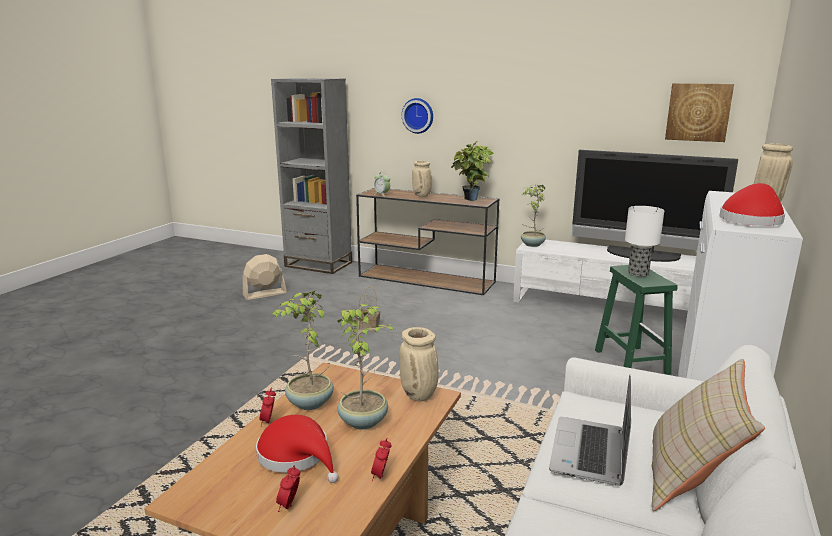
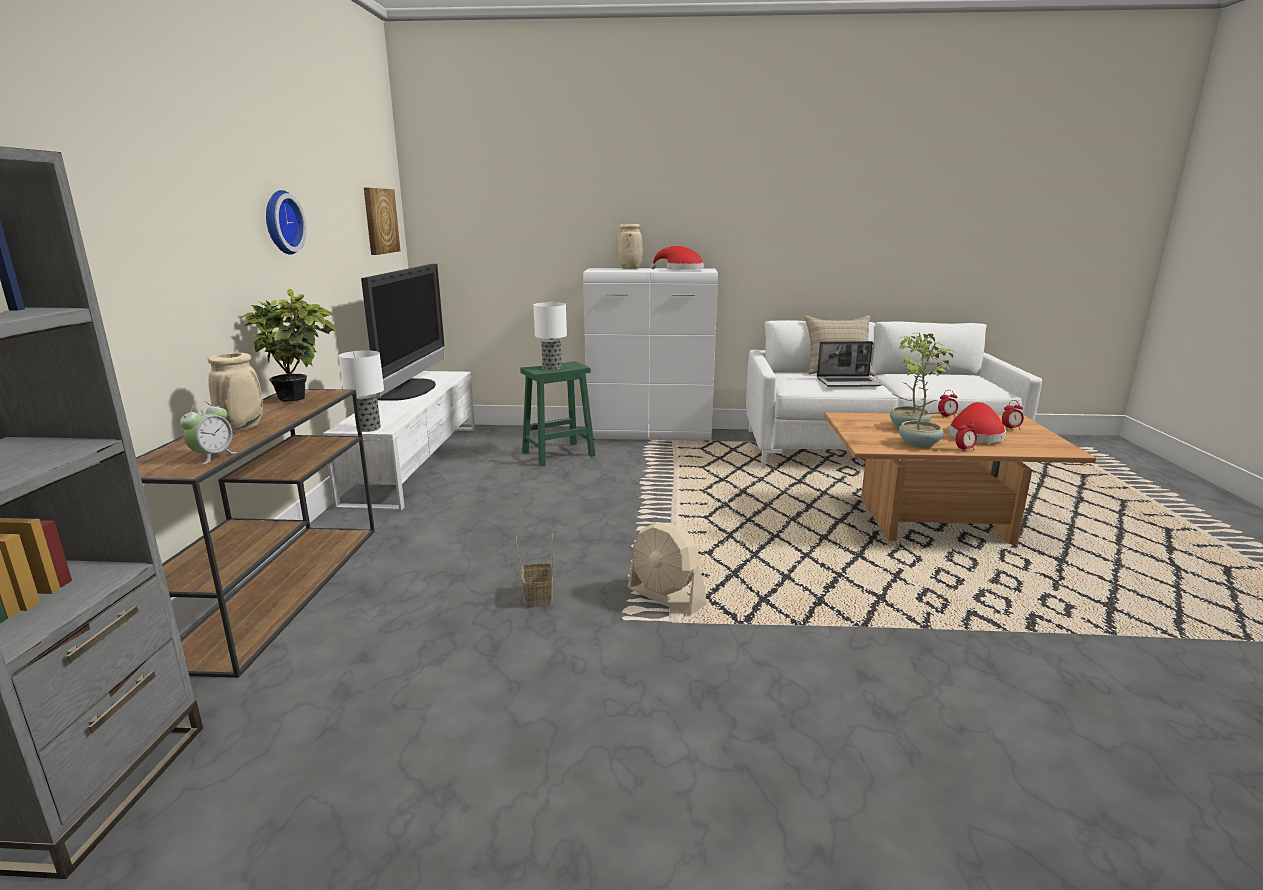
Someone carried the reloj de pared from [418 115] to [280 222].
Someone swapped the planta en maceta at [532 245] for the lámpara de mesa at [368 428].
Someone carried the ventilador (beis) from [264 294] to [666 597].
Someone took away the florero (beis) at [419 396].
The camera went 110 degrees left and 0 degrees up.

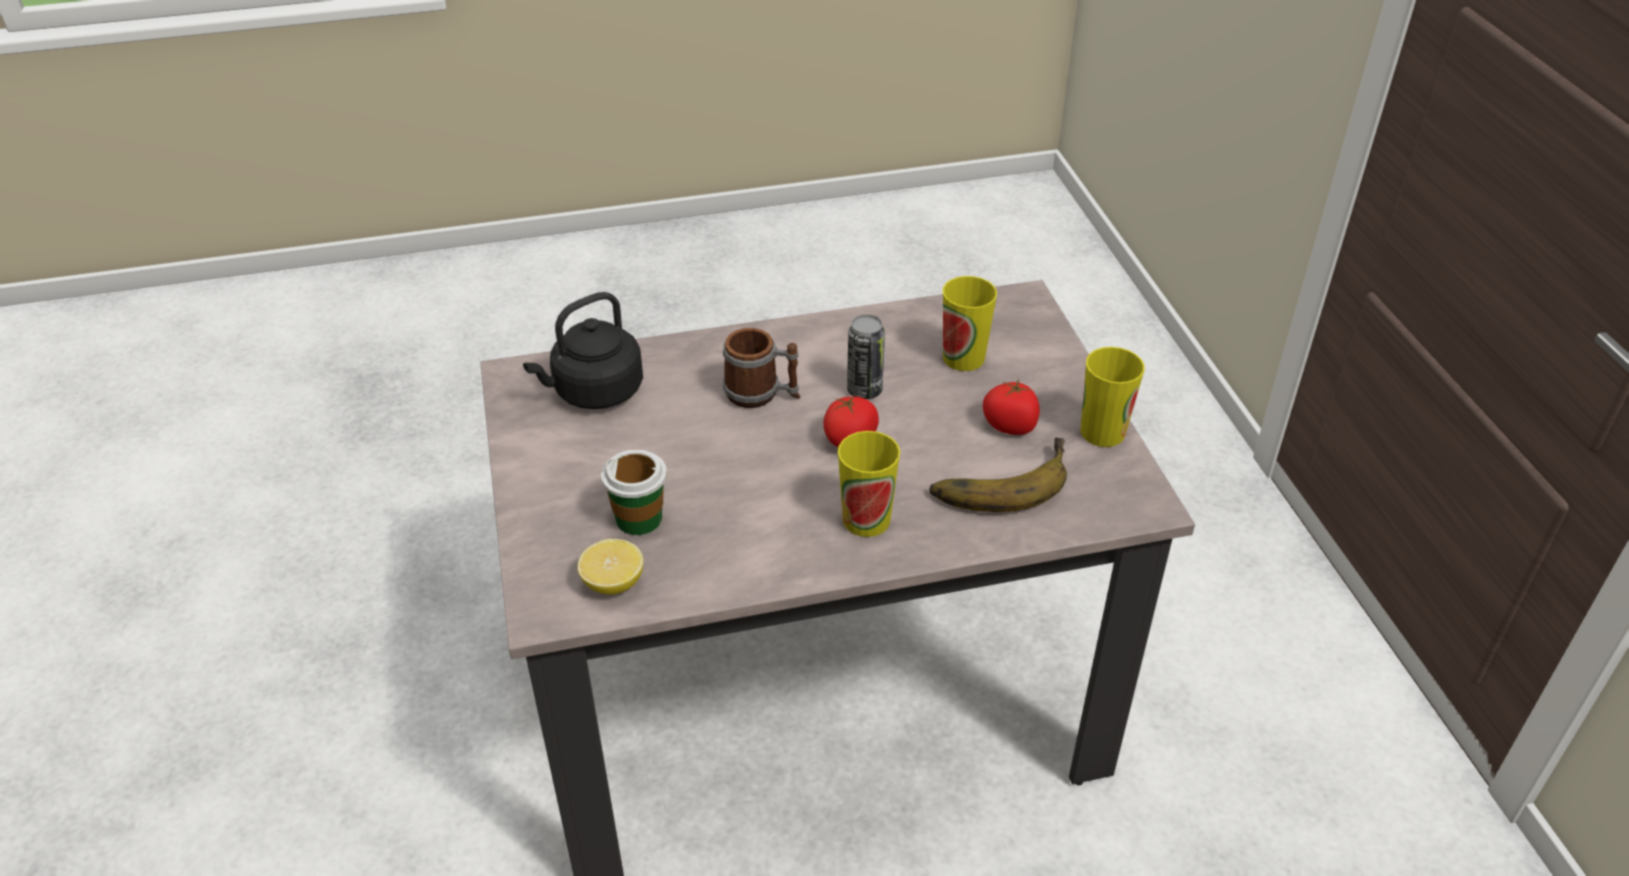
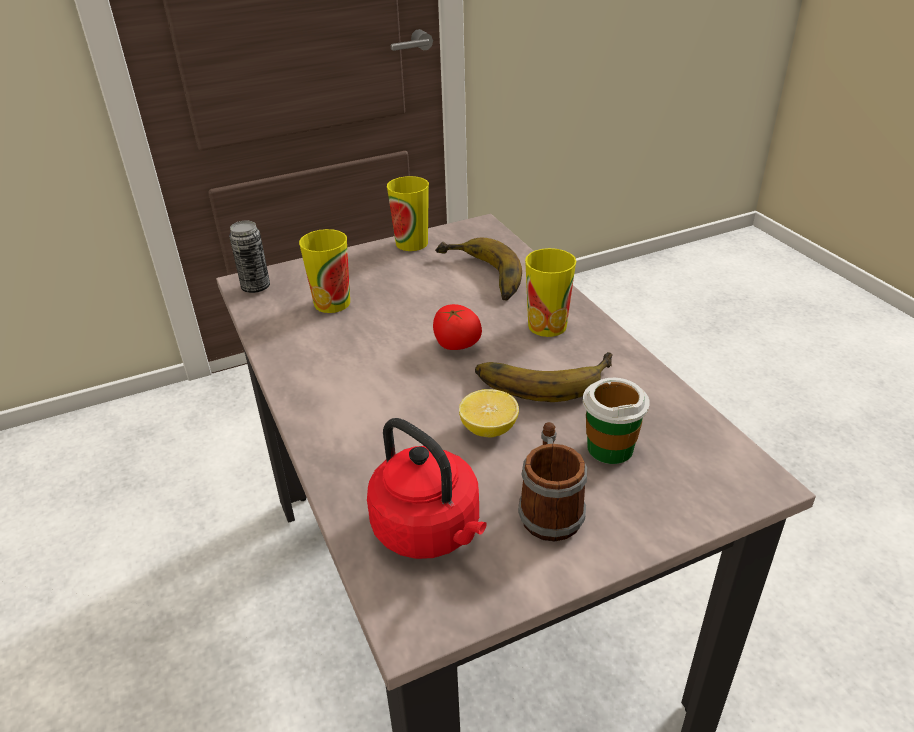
Someone carried the lata from [864 390] to [256 287].
Someone repainted the hervidor (negro) at [594 392], which became the hervidor (rojo) at [430 531].
Someone carried the limón from [613 583] to [489 429].
Someone put down the plátano at [542 375].
Someone carried the taza grande from [762 394] to [549 509].
Someone took away the tomate at [1010 425].
The camera went 100 degrees left and 5 degrees down.

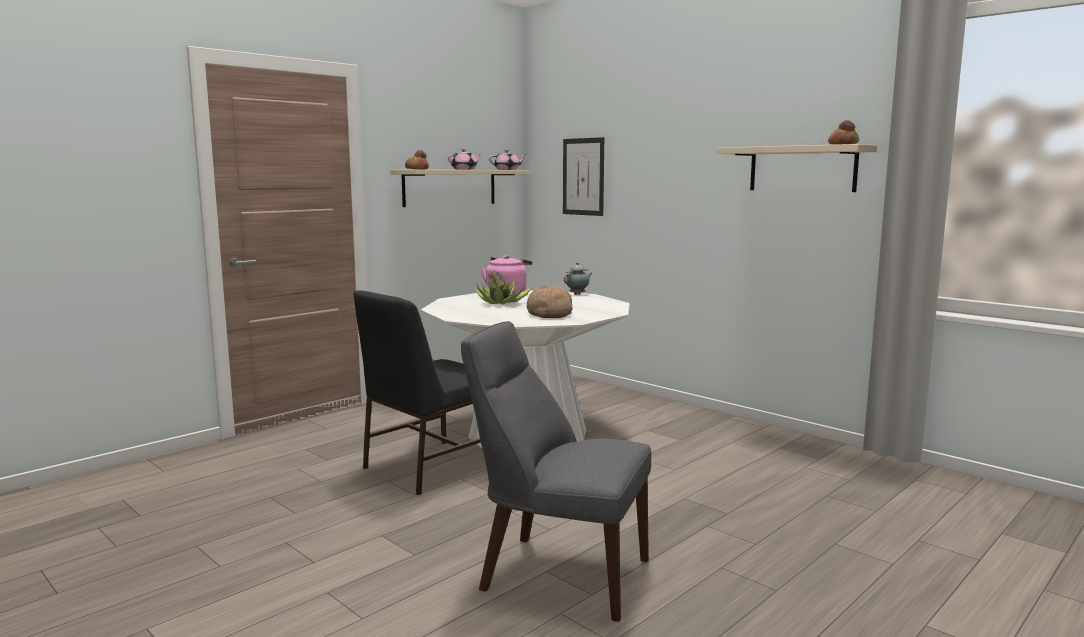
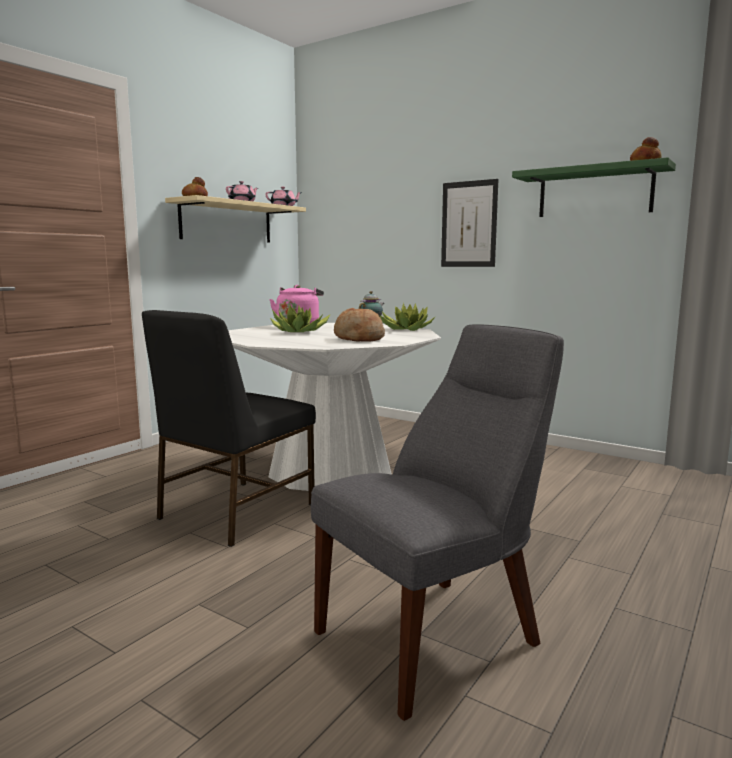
Someone rotated the silla (gris) at [558 573] by 135 degrees clockwise.
Someone put down the planta en maceta at [404 329].
Someone carried the cuadro from [583 176] to [469 224].
Someone repainted the estante (beis) at [802 169], which became the estante (verde) at [595 192].
The camera went 10 degrees left and 0 degrees up.

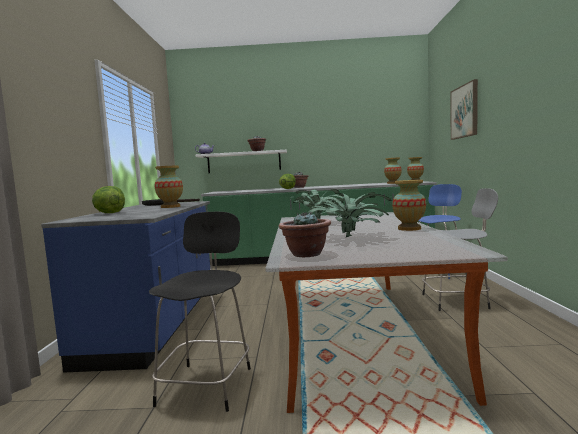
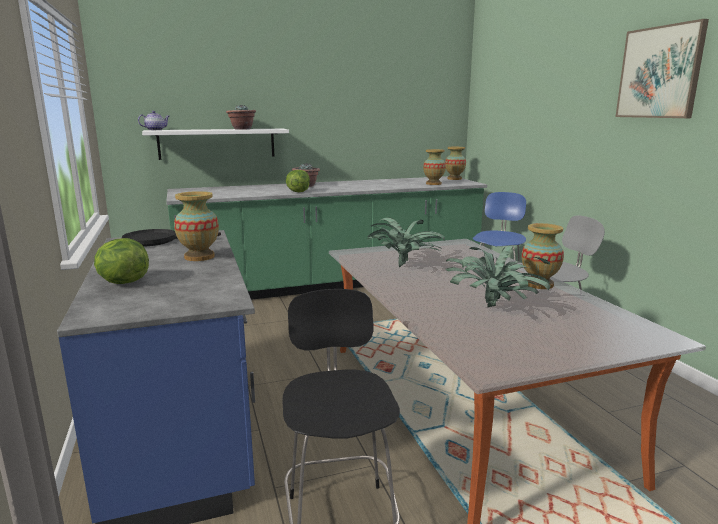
Someone carried the cuadro from [465 111] to [660 72].
Someone took away the planta en maceta at [306 254].
The camera went 20 degrees left and 10 degrees up.

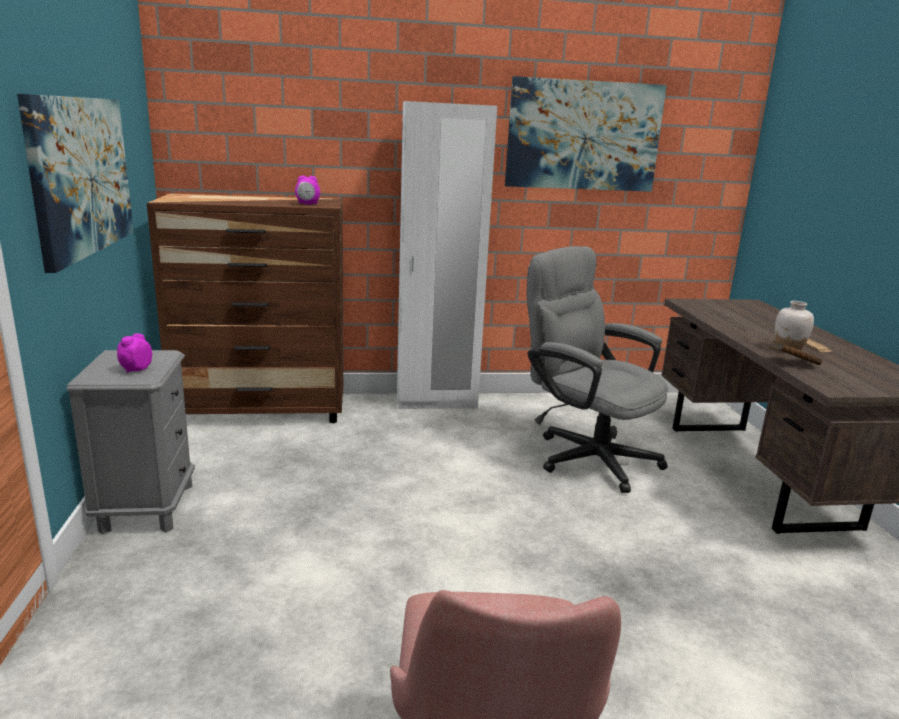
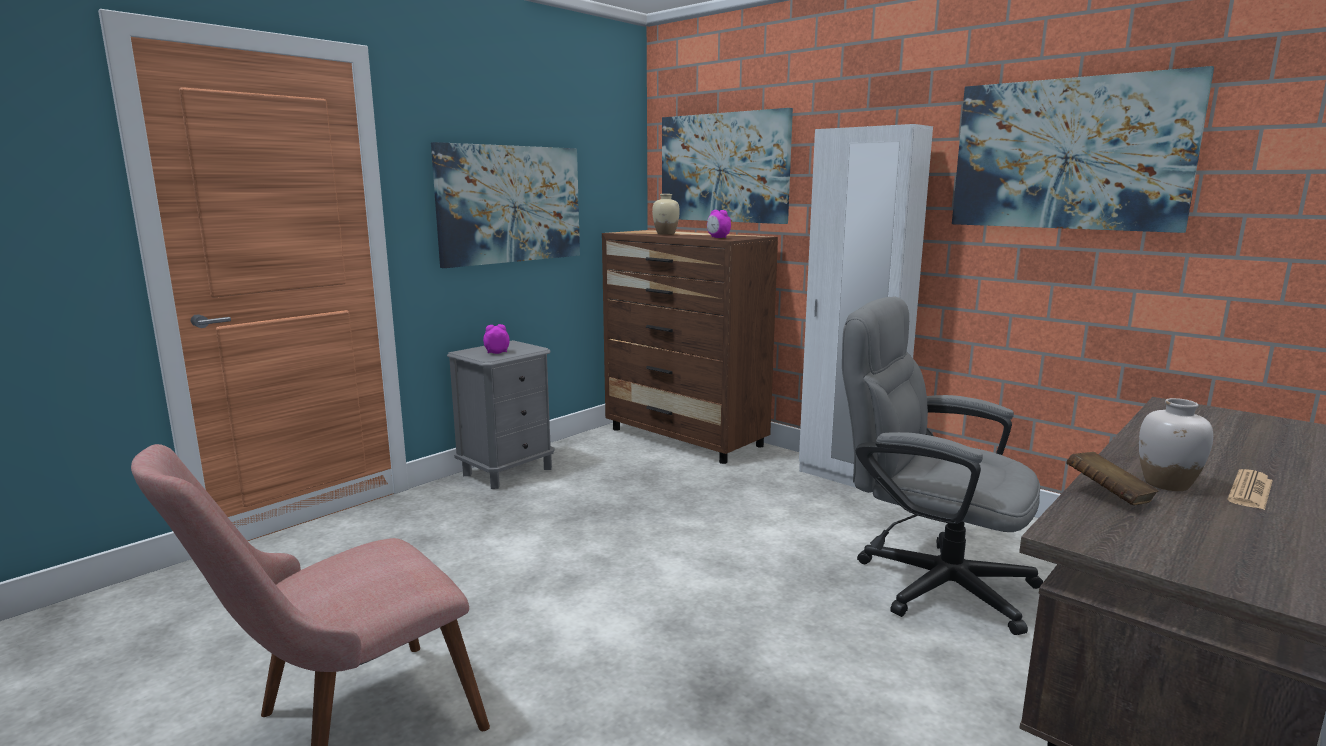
Someone put down the florero (beis) at [666 234].
Someone put up the cuadro at [723 168].
Someone rotated the silla de oficina (gris) at [586 455] by 60 degrees counterclockwise.
The camera went 50 degrees right and 5 degrees down.

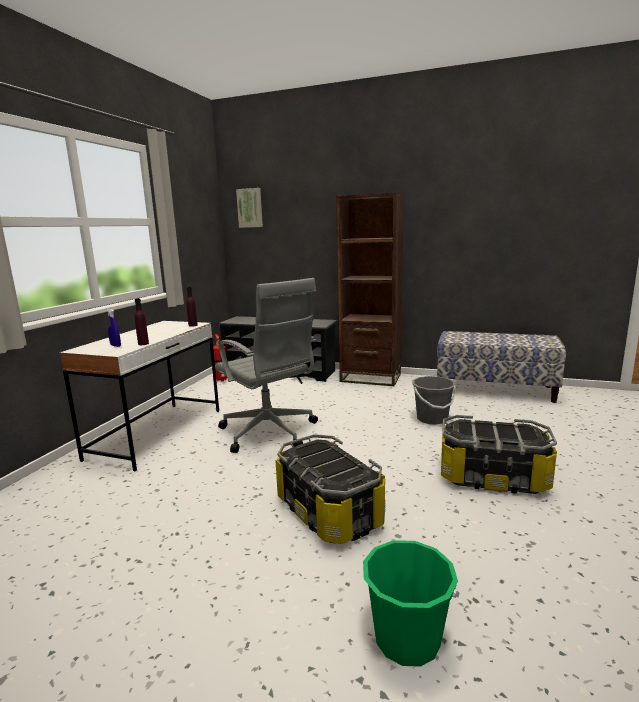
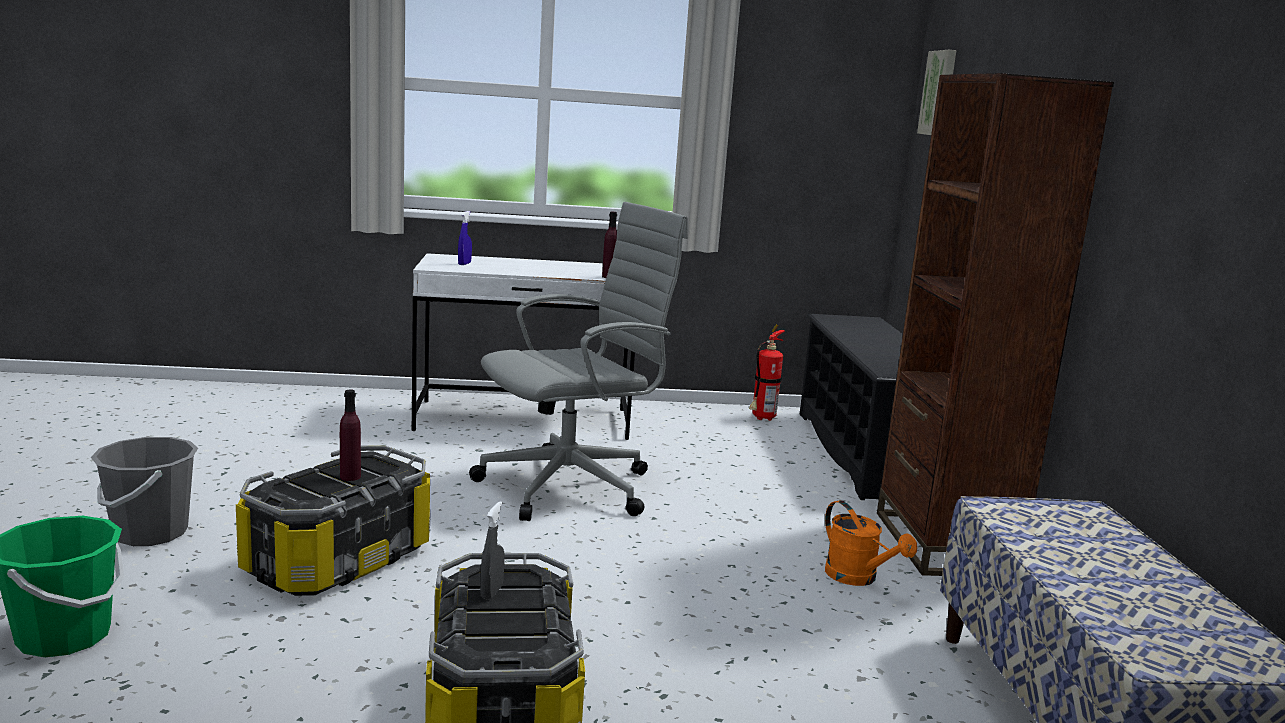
Someone carried the cubo (gris) from [432 419] to [150 533].
Someone carried the botella (morado) from [143 344] to [350 477].
Someone rotated the silla de oficina (gris) at [270 433] by 150 degrees counterclockwise.
Someone put down the pulverizador (gris) at [491 592].
Someone put down the regadera (naranja) at [858 578].
The camera went 65 degrees right and 0 degrees up.

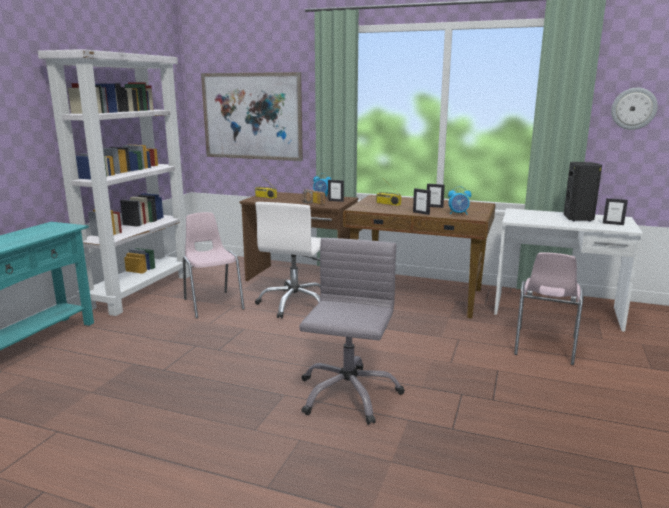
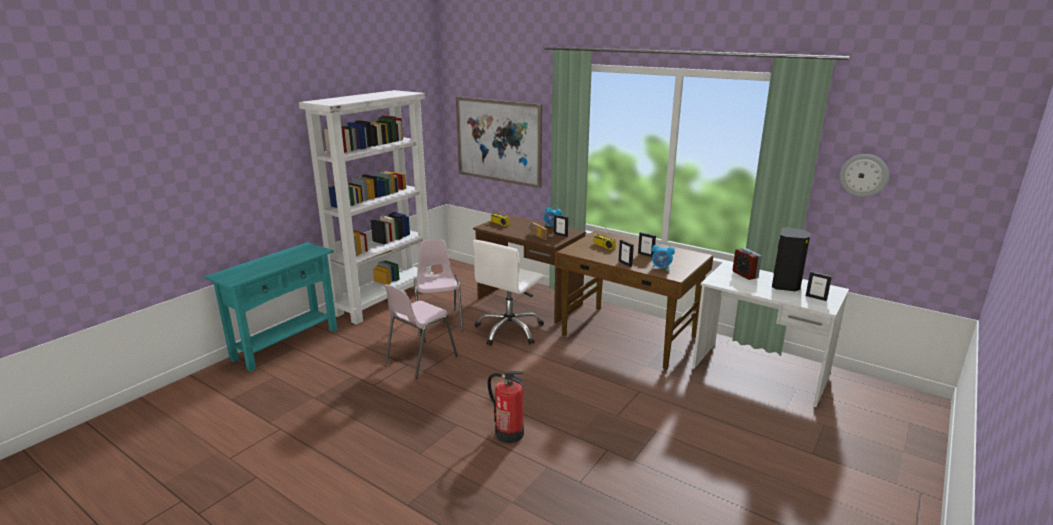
Someone carried the silla (rosa) from [544 346] to [420 360].
Someone swapped the silla de oficina (gris) at [348 394] for the extintor at [509 433].
Someone put down the despertador at [745 275].
The camera went 15 degrees right and 5 degrees up.

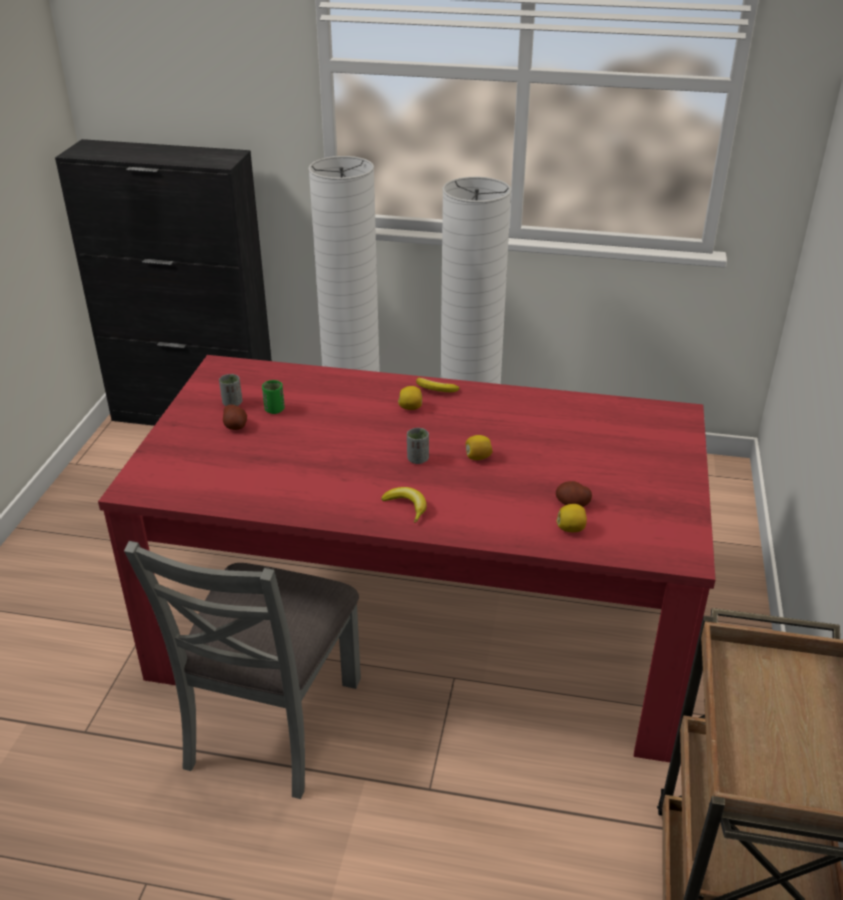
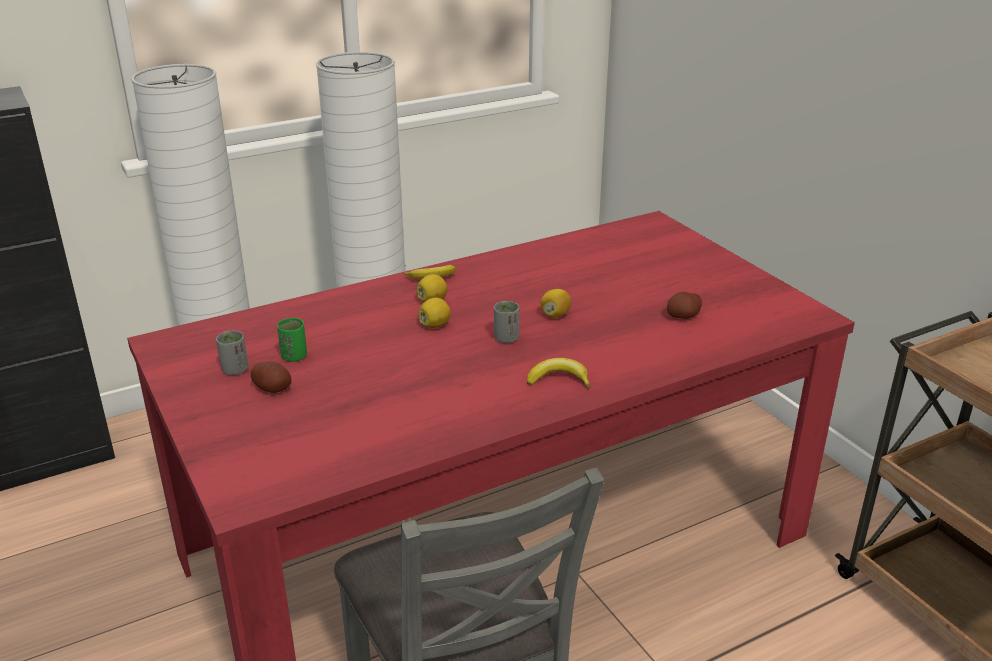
Someone carried the limón from [571 528] to [435 325].
The camera went 40 degrees left and 5 degrees down.

